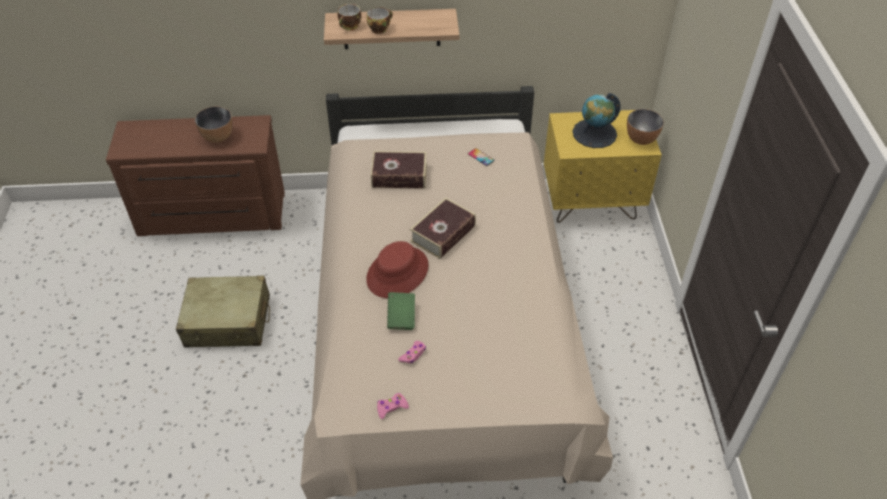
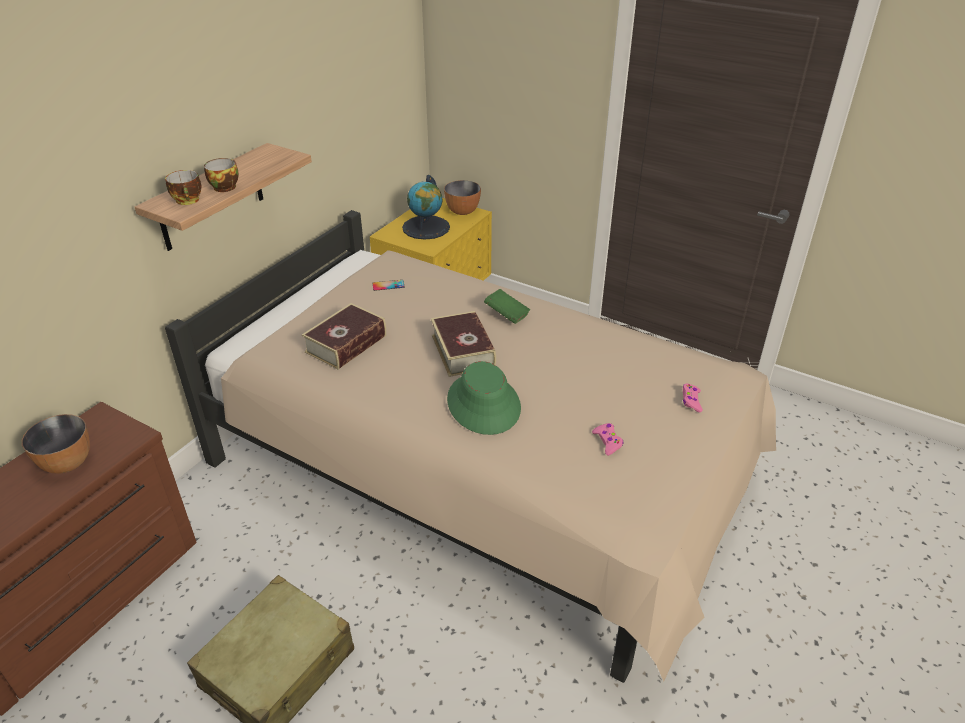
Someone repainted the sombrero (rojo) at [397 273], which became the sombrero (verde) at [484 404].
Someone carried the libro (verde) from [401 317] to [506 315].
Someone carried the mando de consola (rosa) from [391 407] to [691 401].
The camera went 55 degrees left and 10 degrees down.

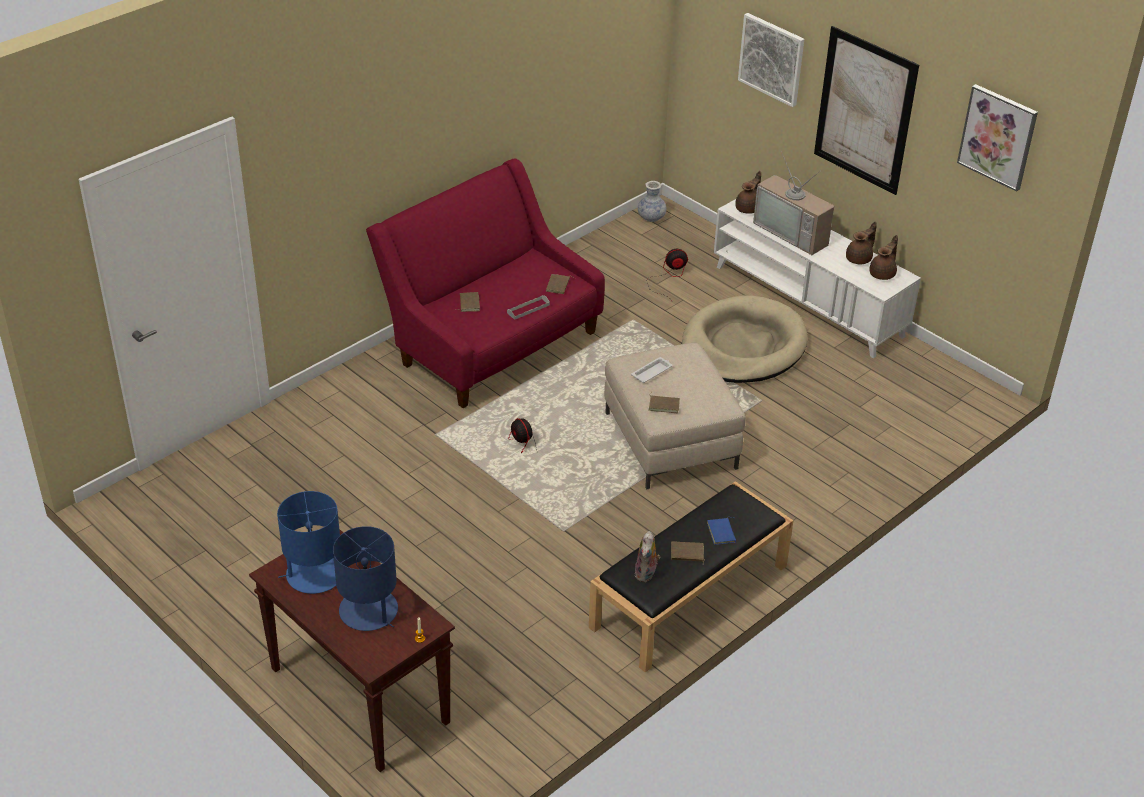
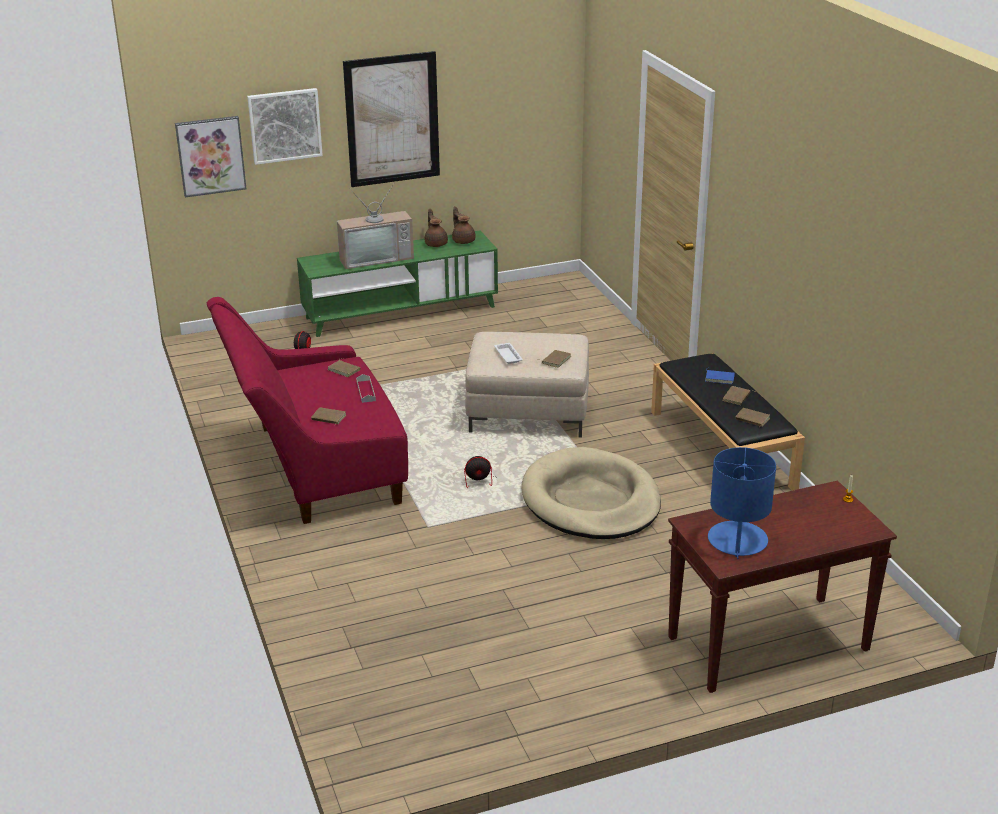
Someone carried the cuadro from [998 137] to [210 156].
Someone repainted the mueble de televisión (blanco) at [808 301], which became the mueble de televisión (verde) at [400 312].
Someone carried the cama para perro (beis) from [743 346] to [591 500].
Someone swapped the peluche at [646 574] for the libro (marrón) at [751 419].
Someone took away the lámpara de mesa (azul) at [369 611].
Someone took away the florero at [651 217].
Someone took away the tetera (marrón) at [748 208].
The camera went 65 degrees left and 10 degrees down.

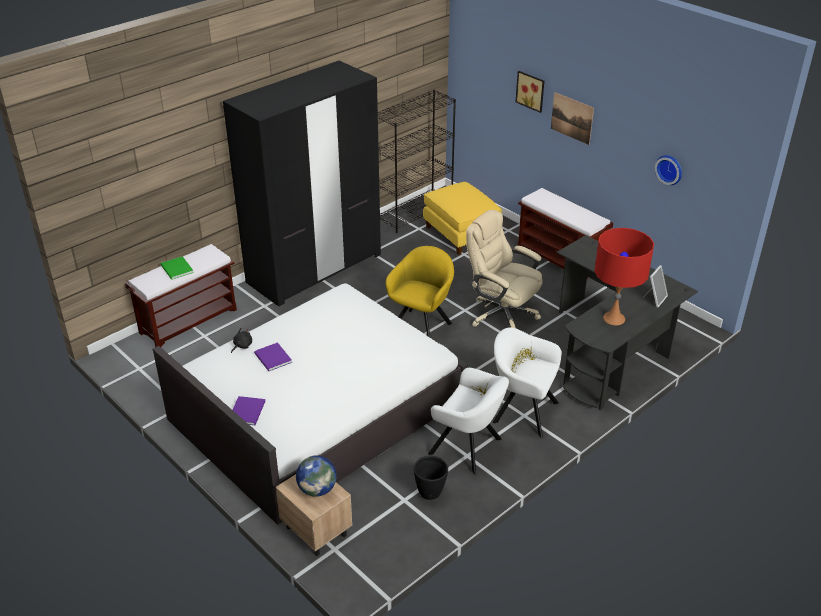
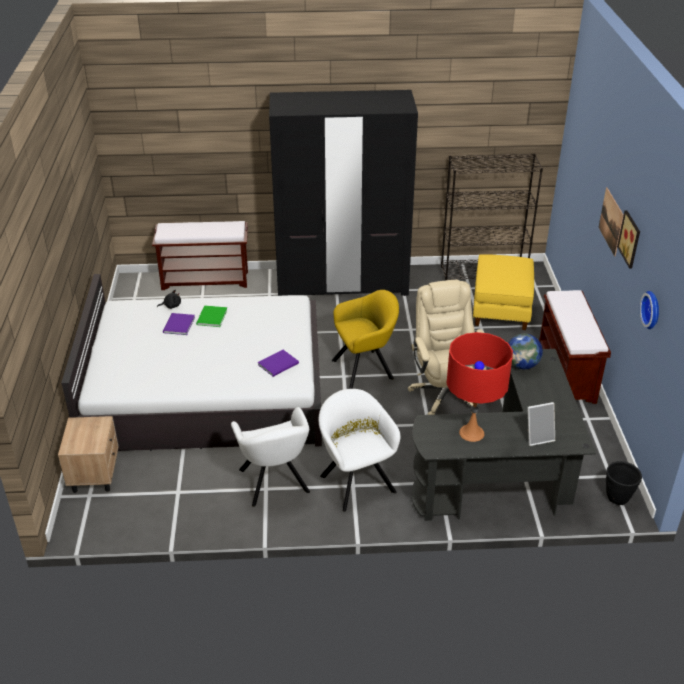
Someone carried the libro (verde) from [176 269] to [211 318].
Someone carried the libro (morado) from [248 411] to [279 364].
Someone carried the globo terráqueo from [317 489] to [522 365].
Someone carried the maceta (negro) from [430 493] to [618 498].
Someone carried the cuadro from [531 91] to [631 239].
The camera went 40 degrees right and 0 degrees up.

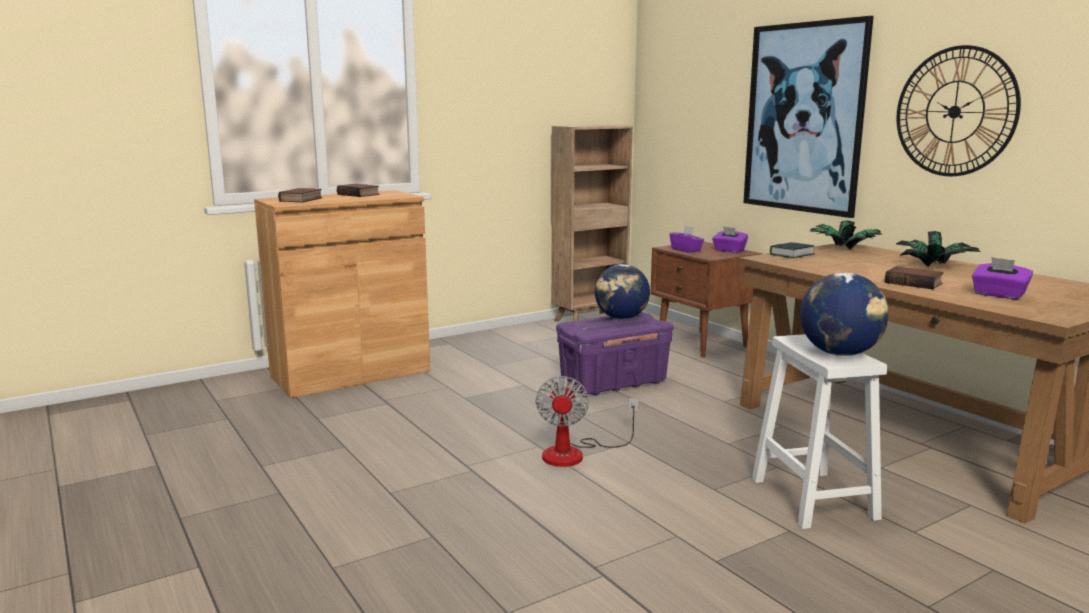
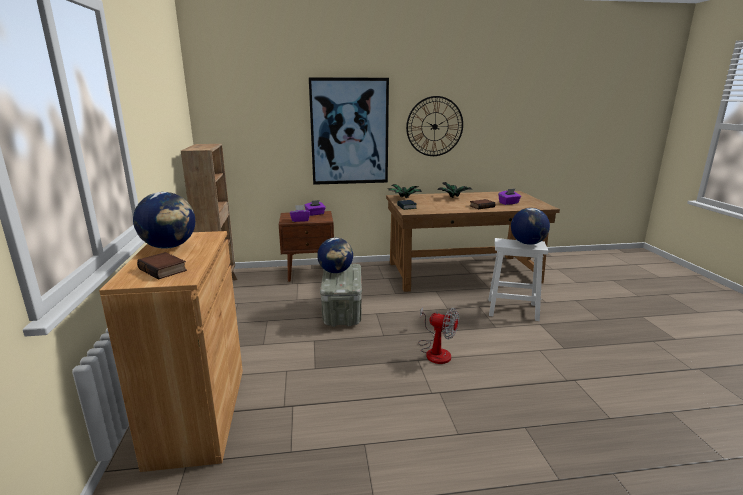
Someone swapped the libro at [359 194] for the globo terráqueo at [169 247].
Someone repainted the caja de almacenaje (morado) at [613 383], which became the caja de almacenaje (gris) at [342 312].
The camera went 65 degrees left and 5 degrees up.

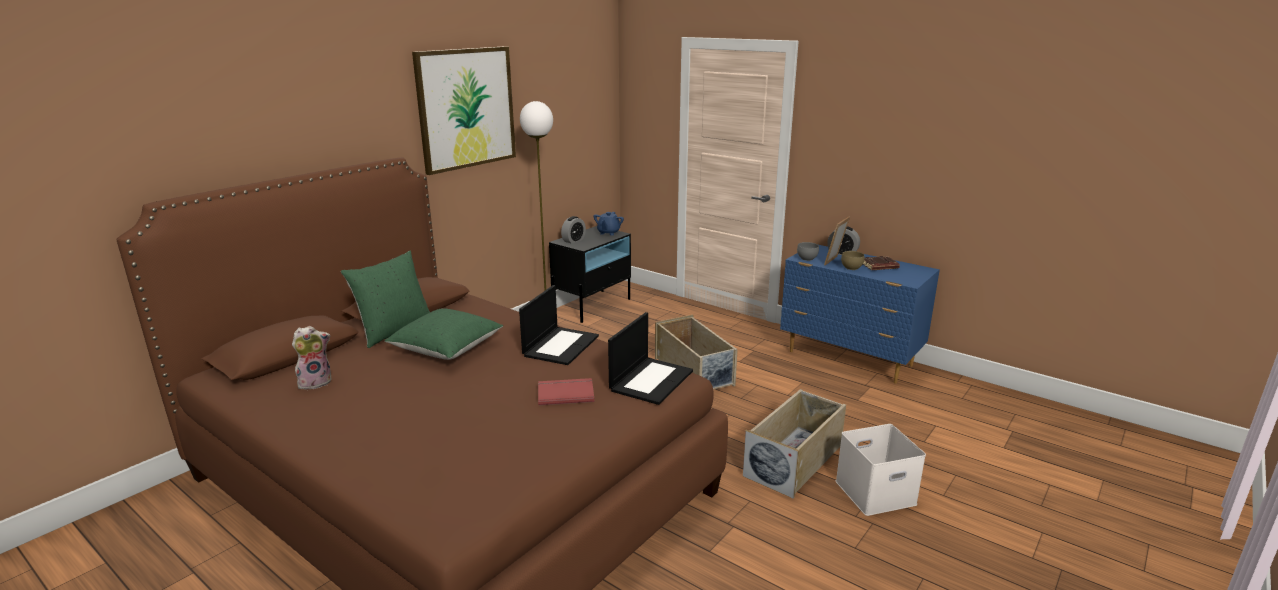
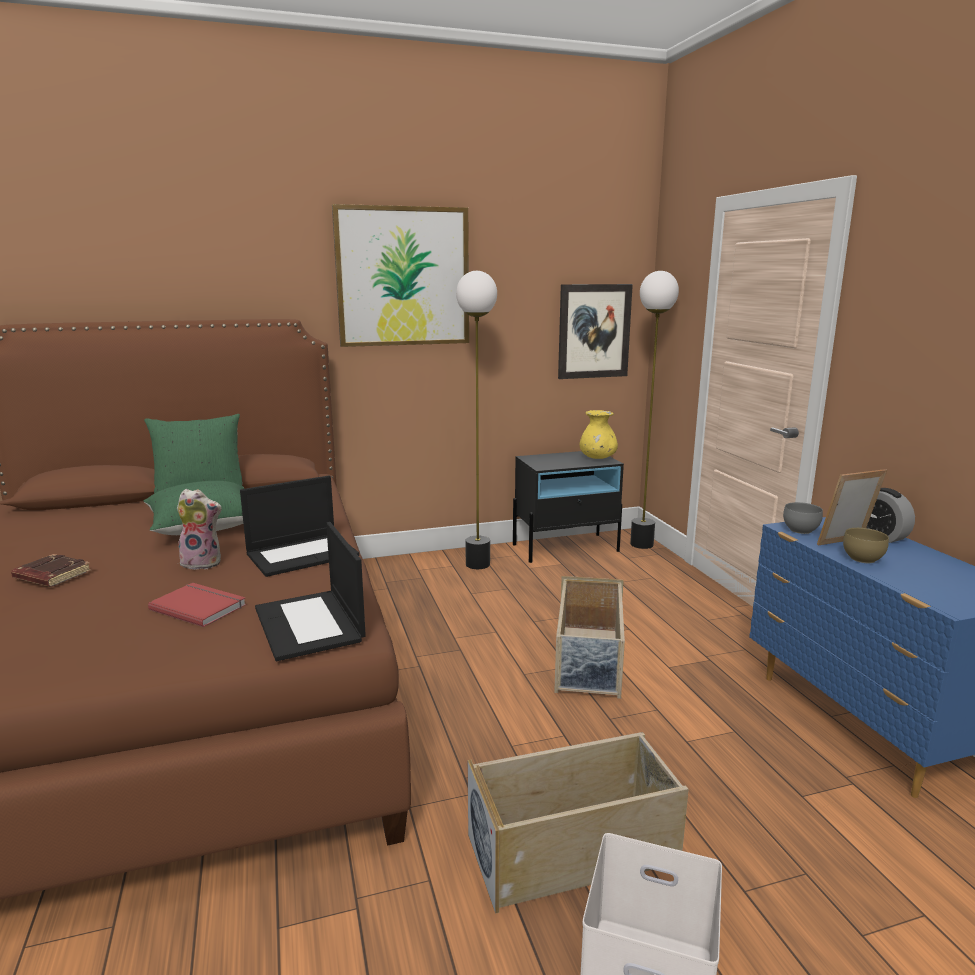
Someone carried the libro (marrón) from [879 266] to [51 576].
Someone carried the peluche from [316 382] to [203 563].
Someone rotated the portátil at [651 380] by 90 degrees clockwise.
Someone put up the cuadro at [594 331].
Someone swapped the tetera (azul) at [608 232] for the florero (amarillo) at [598 458].
Someone put down the lámpara de pie at [642 544].
Someone took away the despertador at [573 240].
The camera went 35 degrees right and 5 degrees down.

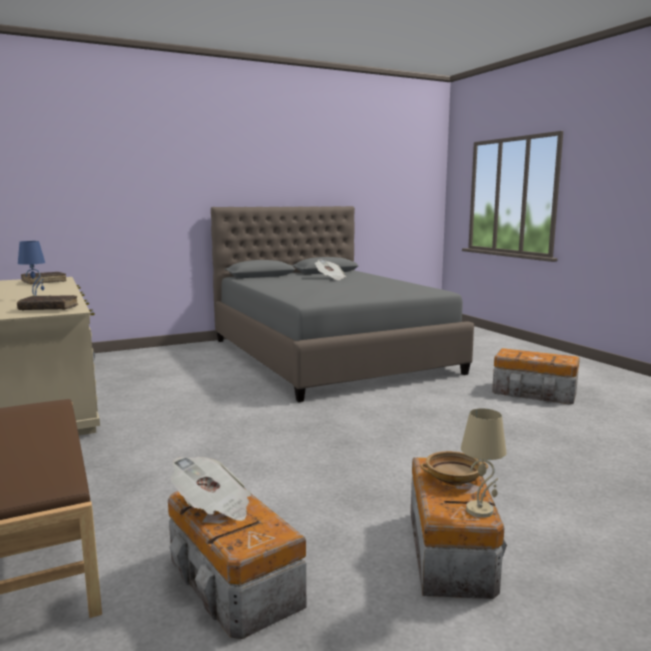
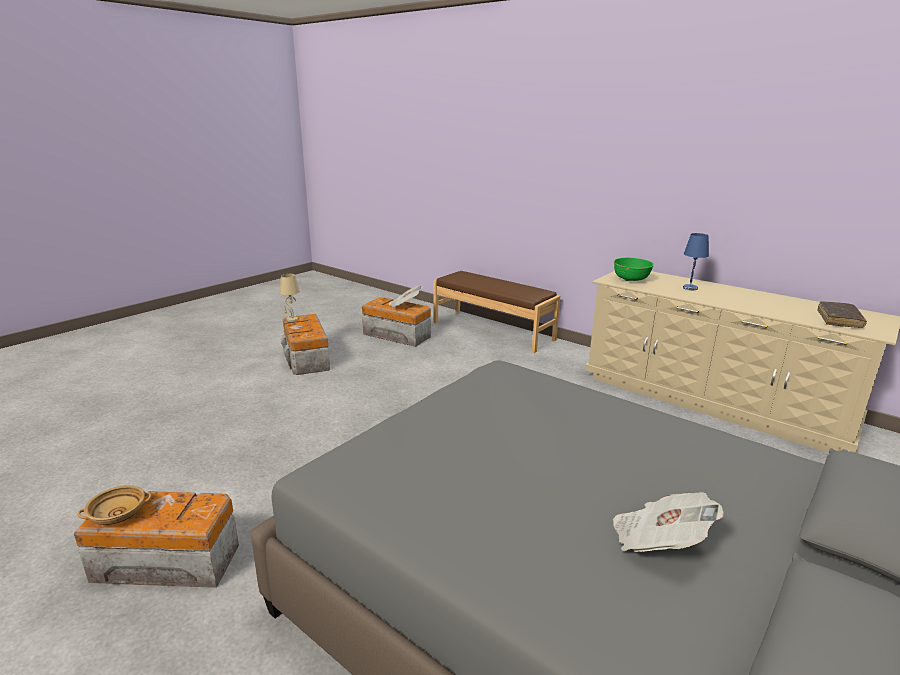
Someone carried the cuenco (beis) from [453 479] to [118 516].
Someone swapped the libro (marrón) at [48 309] for the cuenco (verde) at [631 279].
The camera went 155 degrees right and 10 degrees up.

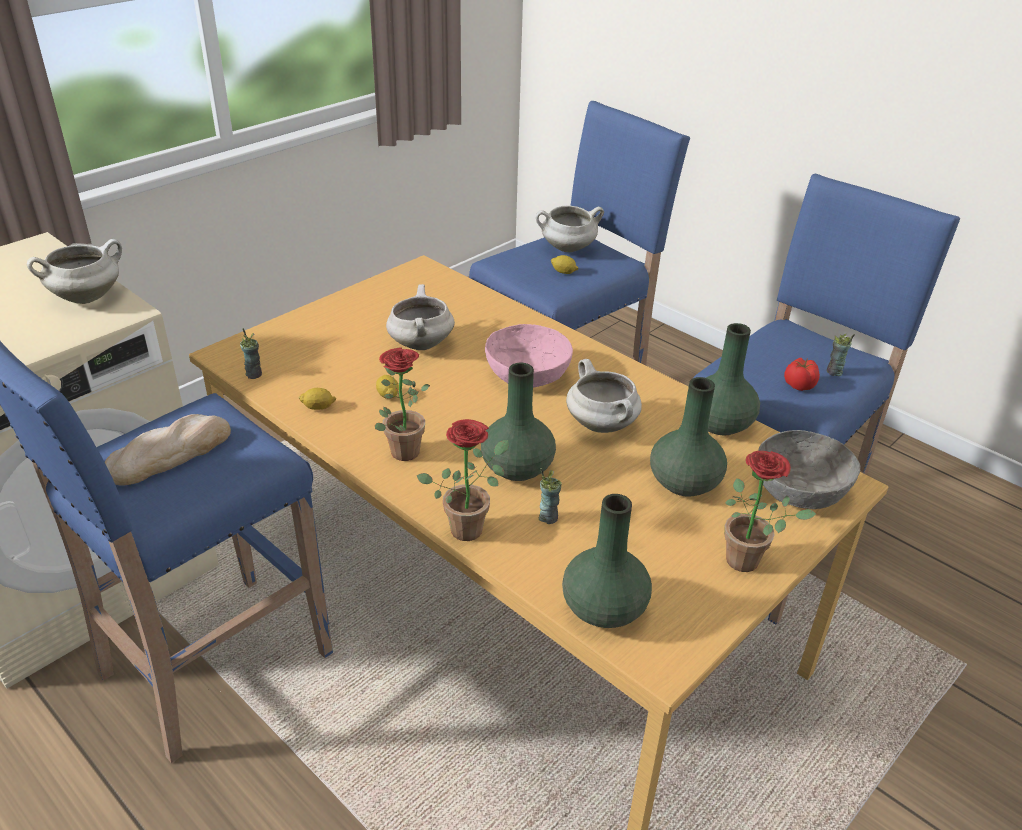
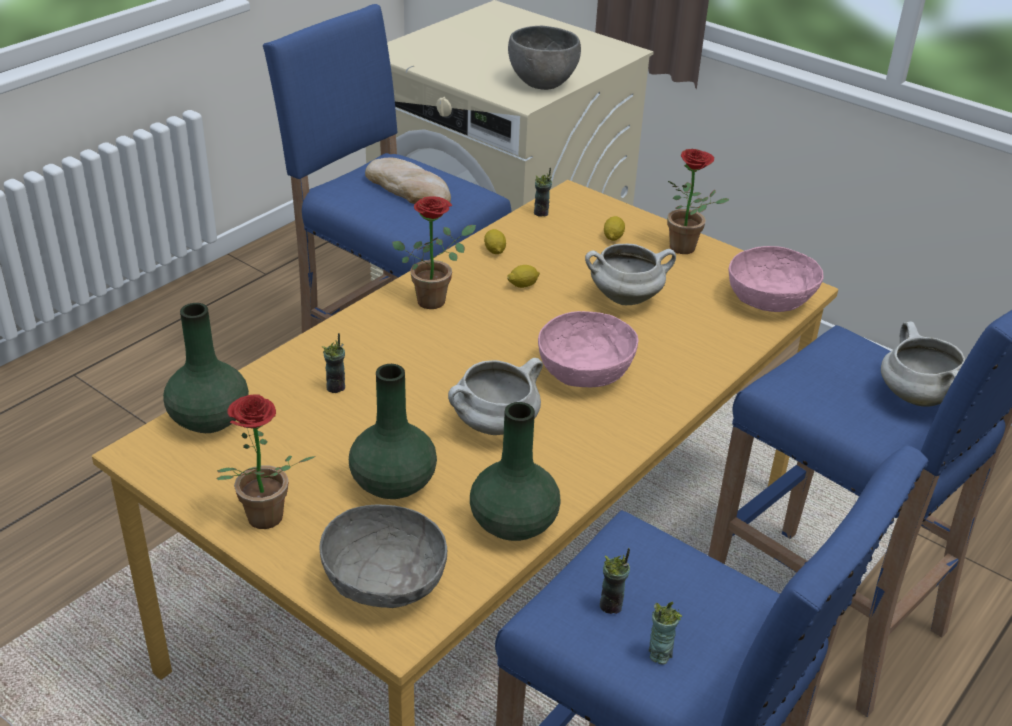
Someone swapped the olla (blanco) at [87 297] for the cuenco (gris) at [543 83].
Someone swapped the tomate at [798 385] for the taza at [611 605].
Someone carried the limón from [564 272] to [613 237].
Someone carried the planta en maceta from [470 525] to [688 249].
Someone put down the cuenco (rosa) at [770 299].
Someone took away the florero (verde) at [517 467].
The camera went 85 degrees right and 0 degrees up.

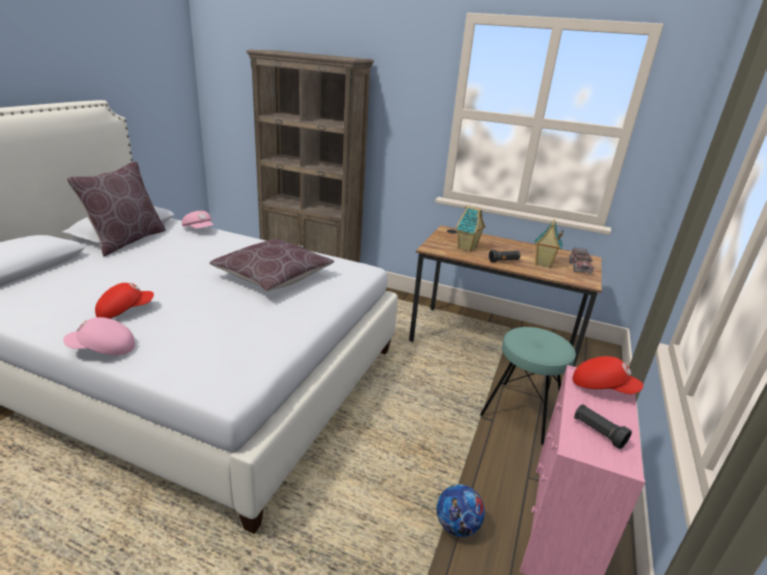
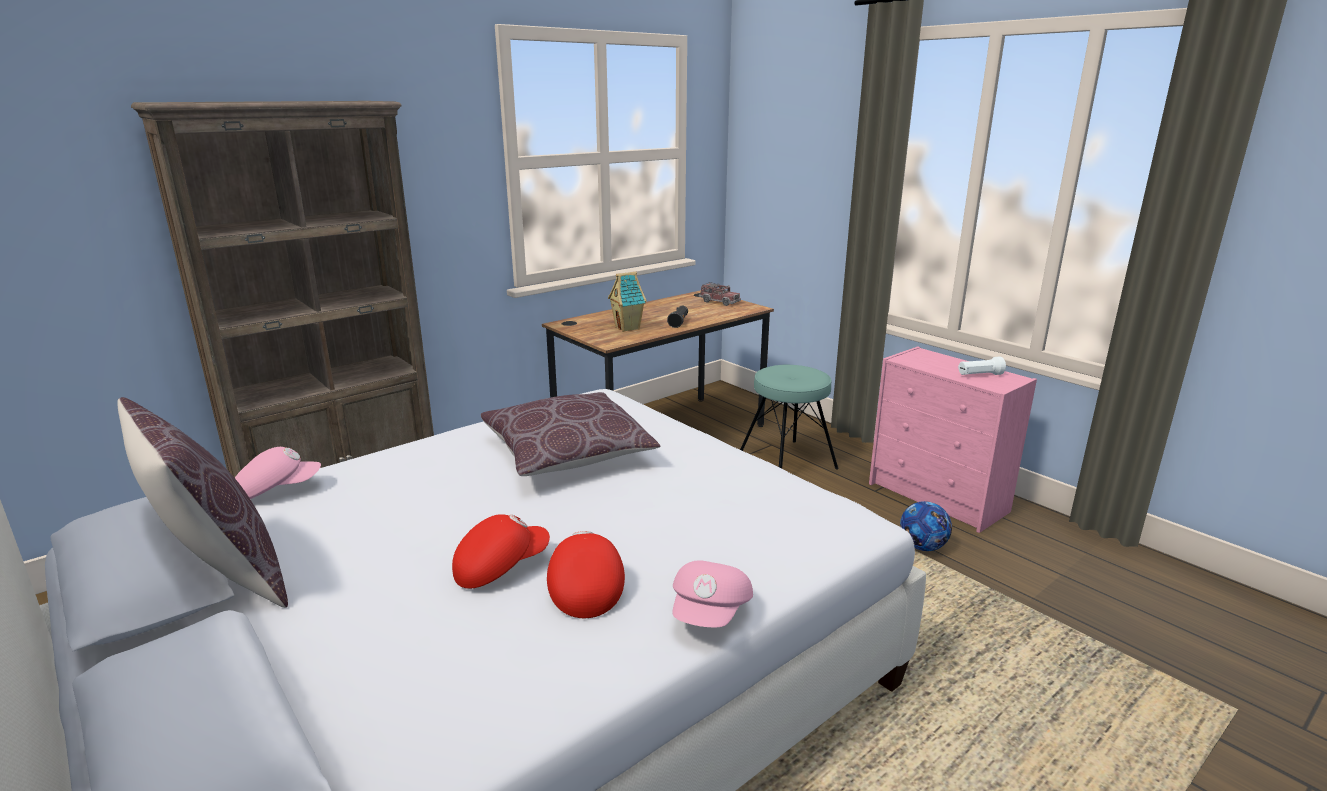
Someone carried the gorra (rojo) from [602 387] to [500 567].
Someone repainted the linterna (negro) at [598 432], which became the linterna (blanco) at [979 375].
Someone took away the casita at [543 264].
The camera went 60 degrees left and 5 degrees down.

